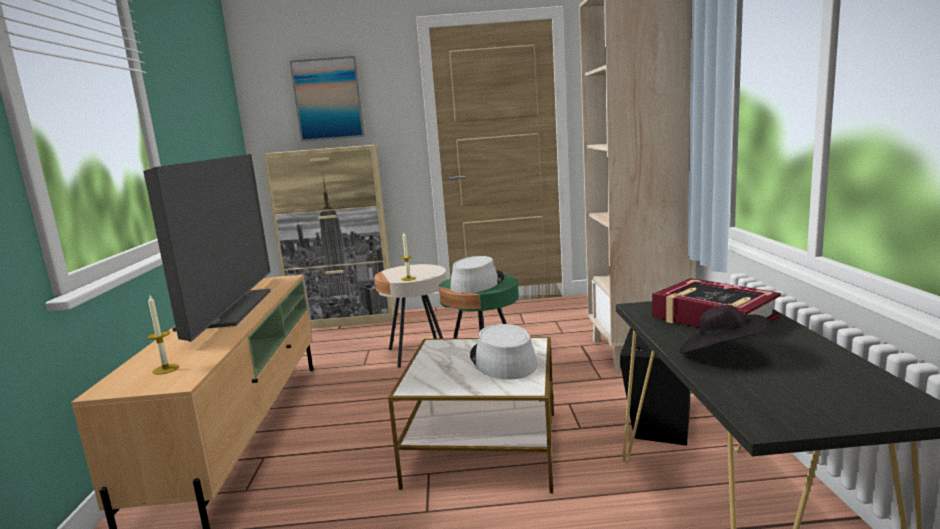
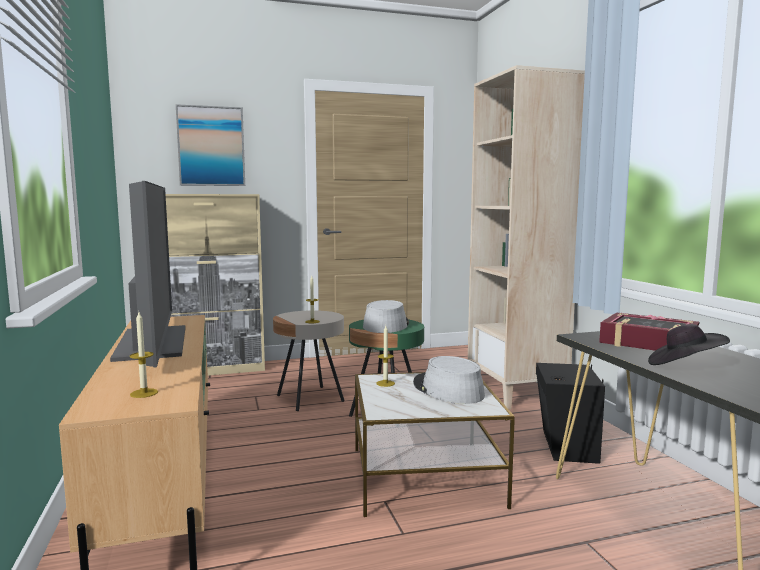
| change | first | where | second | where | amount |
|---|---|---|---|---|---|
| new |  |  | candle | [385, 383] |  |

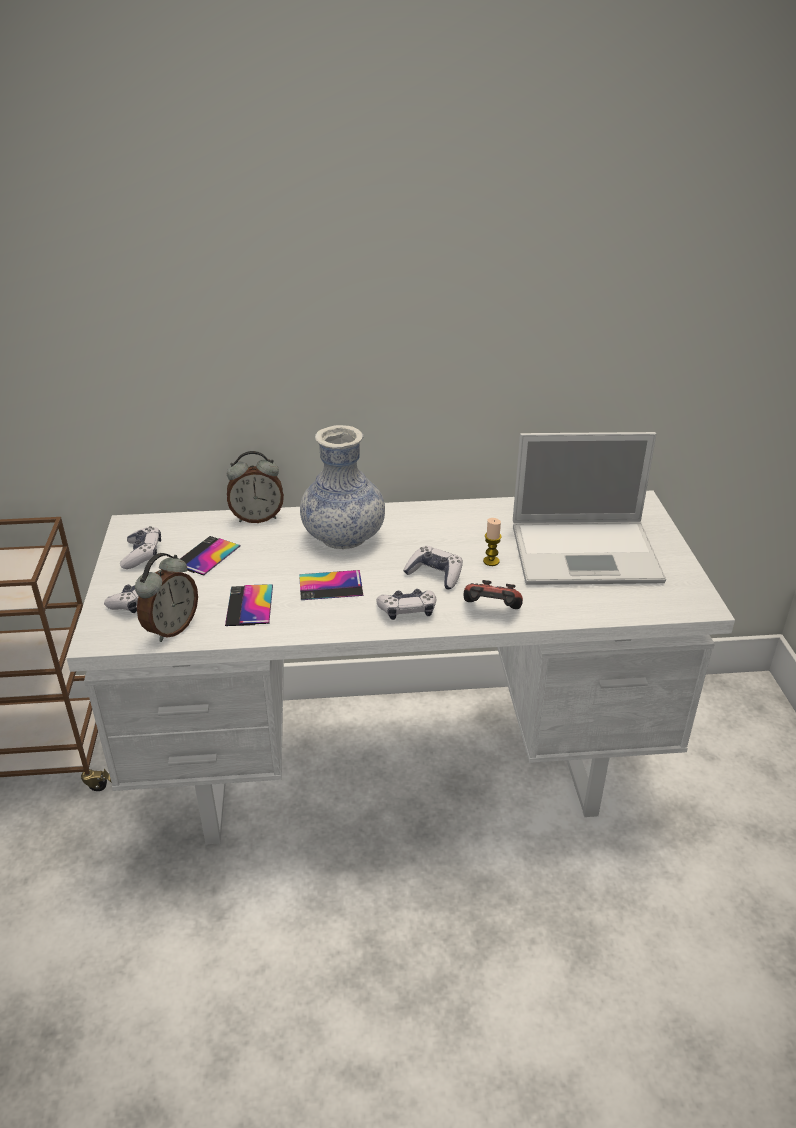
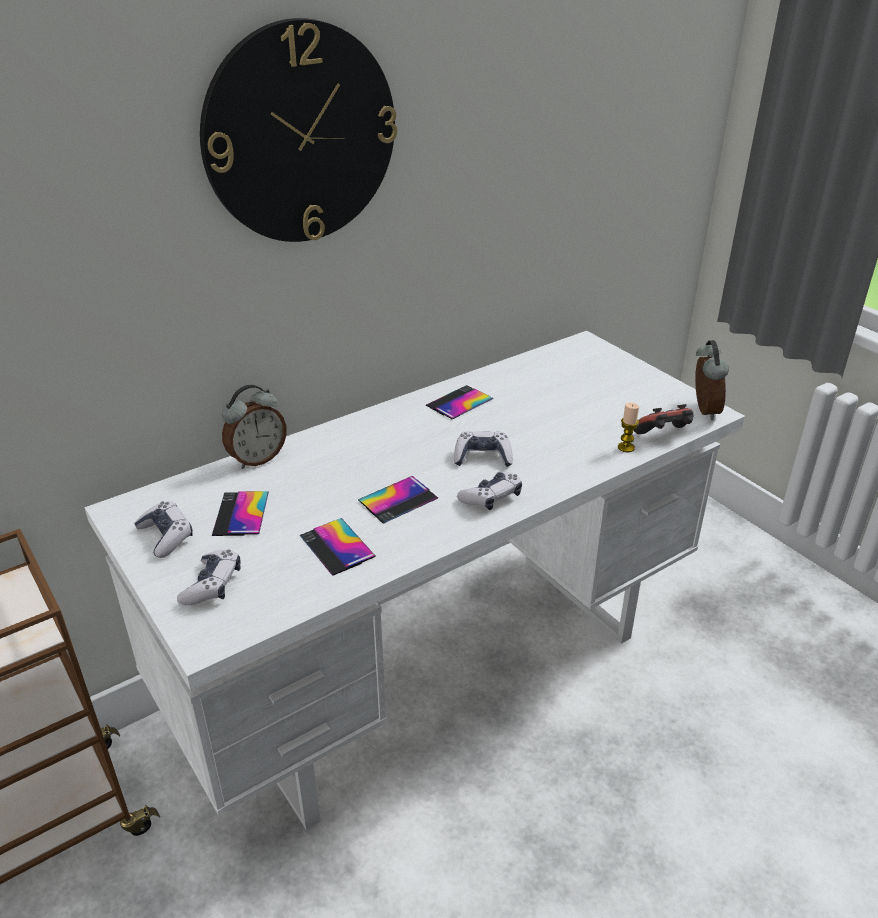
| change | first | where | second | where | amount |
|---|---|---|---|---|---|
| gone | vase | [343, 537] |  |  |  |
| gone | notebook computer | [588, 552] |  |  |  |
| new |  |  | clock on the wall | [300, 135] |  |
| new |  |  | phone | [459, 402] |  |
| shifted | table clock | [171, 628] |  | [702, 410] |  |
| shifted | joypad | [491, 611] |  | [663, 436] |  |
| shifted | candle | [491, 561] |  | [626, 447] |  |

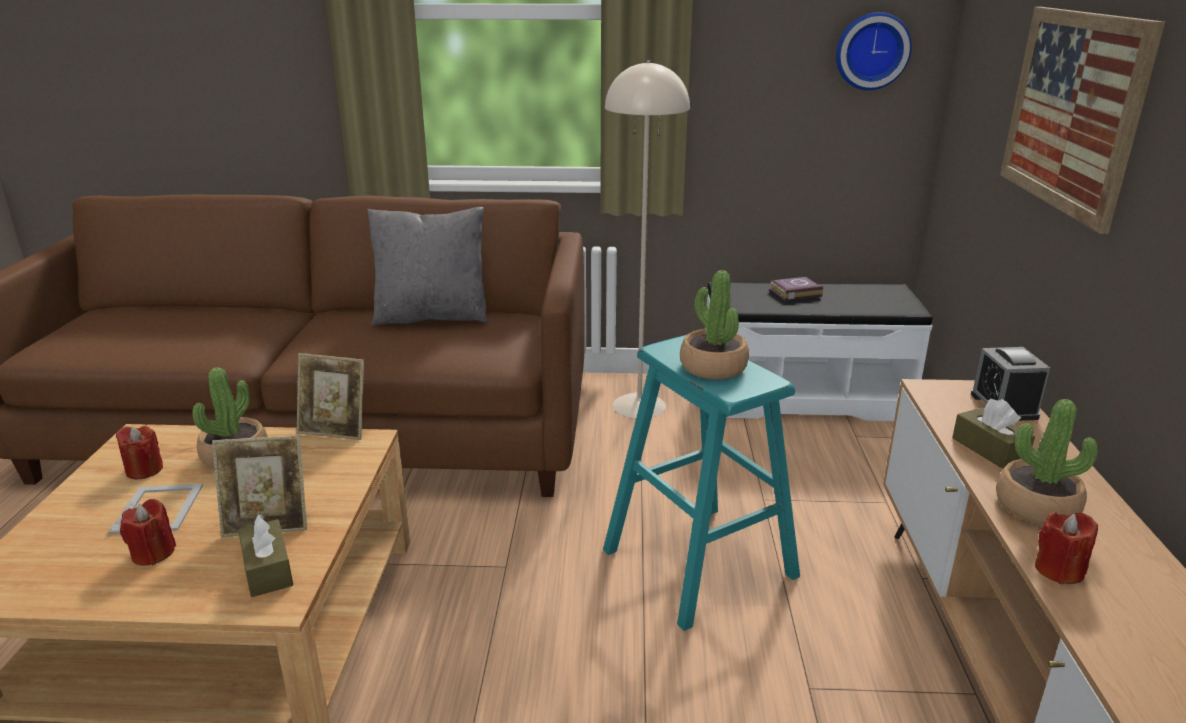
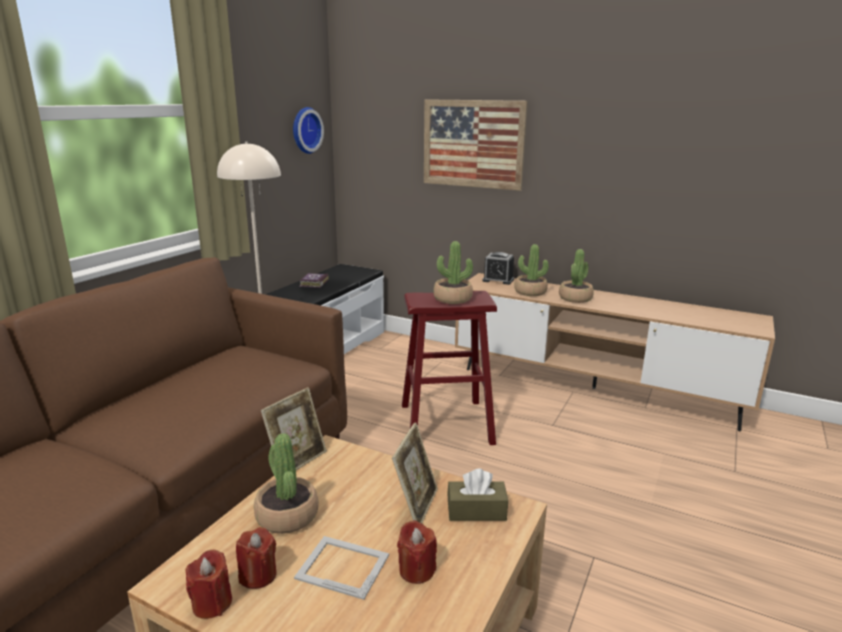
| change | first | where | second | where | amount |
|---|---|---|---|---|---|
| gone | greyish cushion | [432, 316] |  |  |  |
| shifted | reddish candle | [1059, 570] |  | [212, 603] |  |
| swapped | brownish tissue box | [989, 449] | plant in a pot | [530, 292] |  |
| repainted | turquoise-coloured stool | [699, 563] | reddish stool | [446, 423] |  |

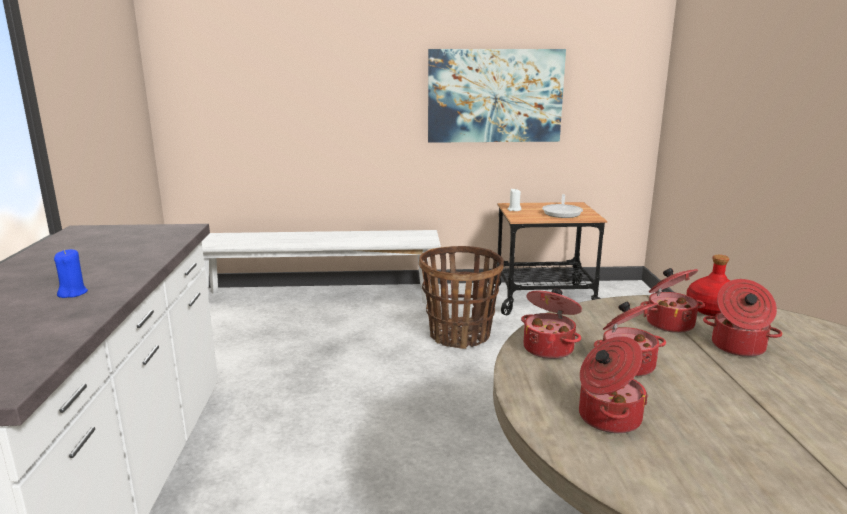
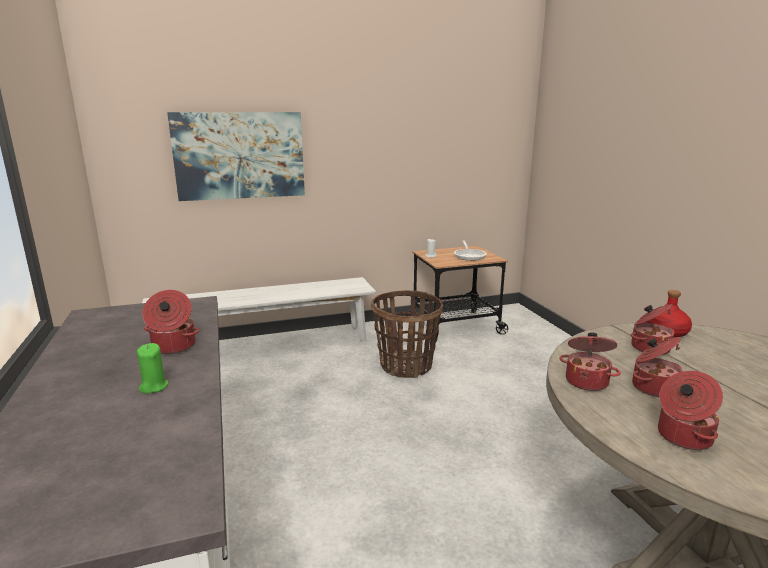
| change | first | where | second | where | amount |
|---|---|---|---|---|---|
| shifted | wall art | [495, 96] |  | [239, 155] |  |
| shifted | saucepot | [737, 347] |  | [173, 346] |  |
| repainted | blue-coloured candle | [73, 293] | greenish candle | [153, 387] |  |

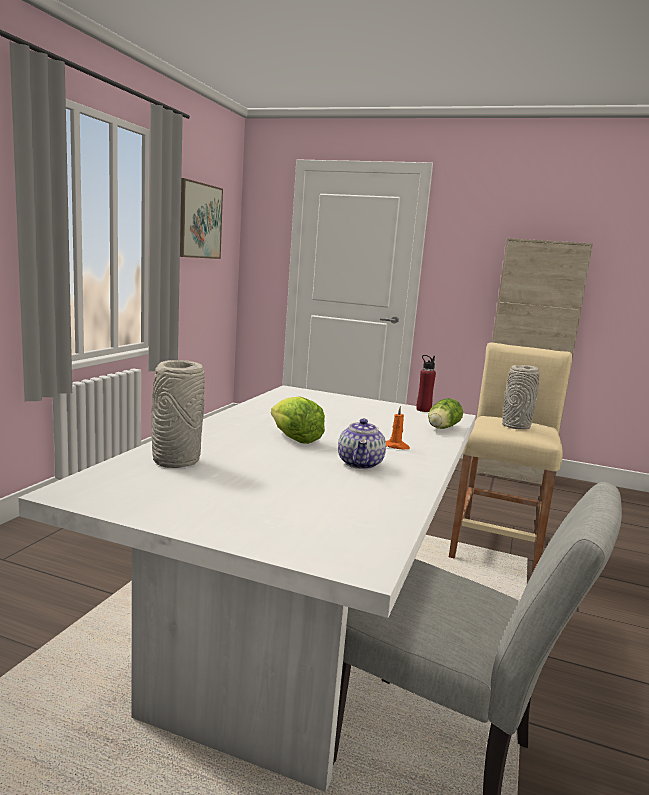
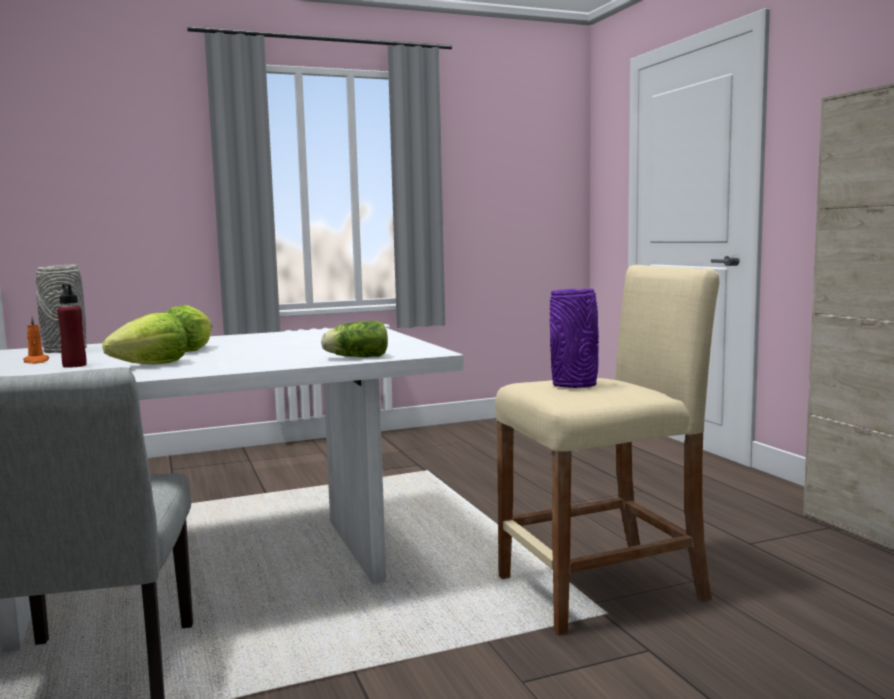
| change | first | where | second | where | amount |
|---|---|---|---|---|---|
| gone | wall art | [199, 221] |  |  |  |
| shifted | orange-coloured candle | [397, 446] |  | [36, 361] |  |
| shifted | reddish bottle | [423, 410] |  | [74, 365] |  |
| swapped | pot for tea | [361, 464] | head of lettuce | [152, 365] |  |
| repainted | greyish vase | [516, 426] | purple-coloured vase | [575, 385] |  |

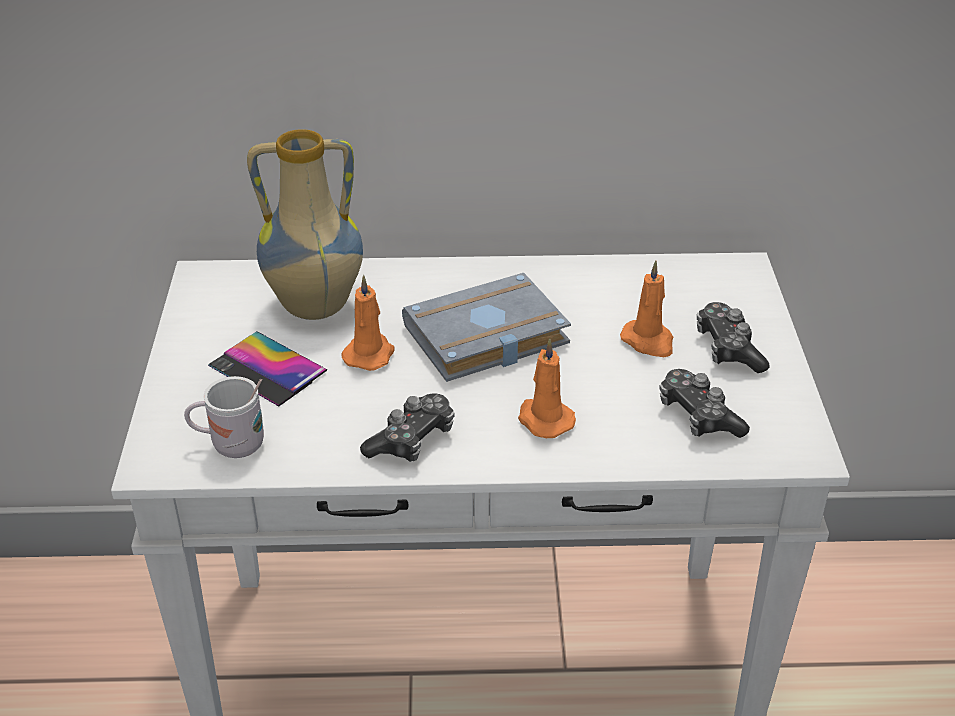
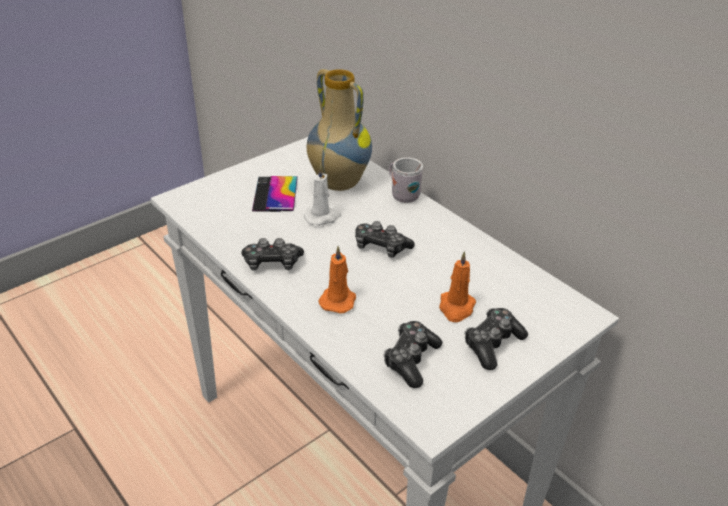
| change | first | where | second | where | amount |
|---|---|---|---|---|---|
| shifted | white tea mug | [230, 445] |  | [402, 195] |  |
| swapped | greyish volume | [485, 339] | joypad | [381, 247] |  |
| repainted | orange-coloured candle | [370, 354] | white candle | [322, 217] |  |

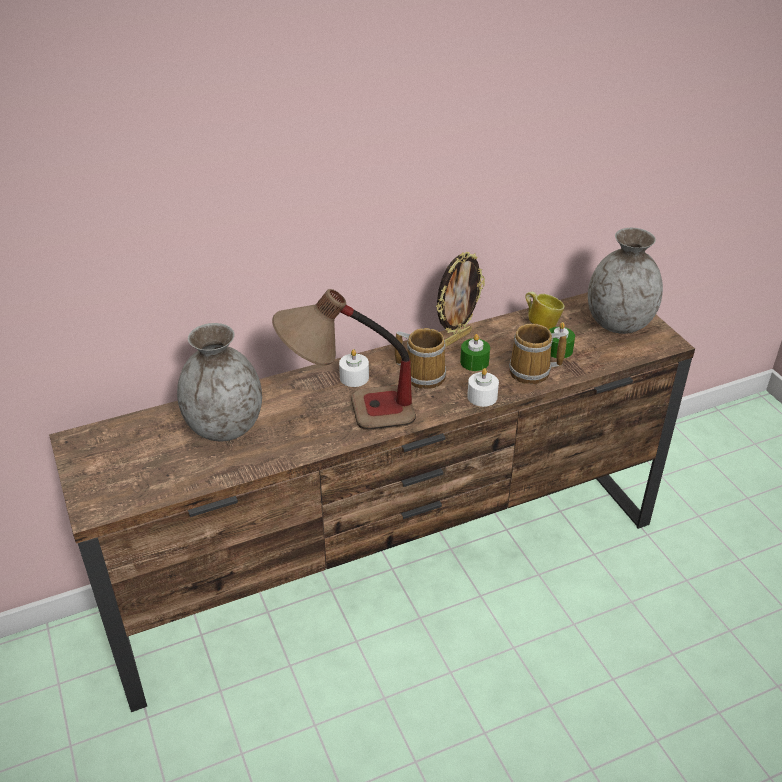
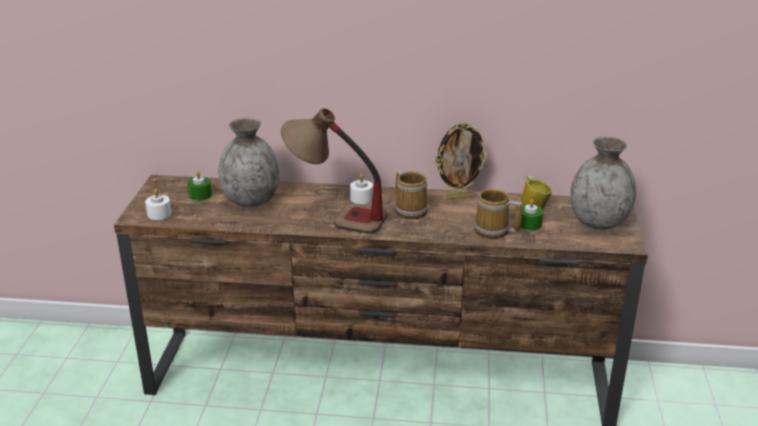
| change | first | where | second | where | amount |
|---|---|---|---|---|---|
| shifted | greenish candle | [474, 362] |  | [200, 195] |  |
| shifted | white candle | [482, 396] |  | [159, 214] |  |

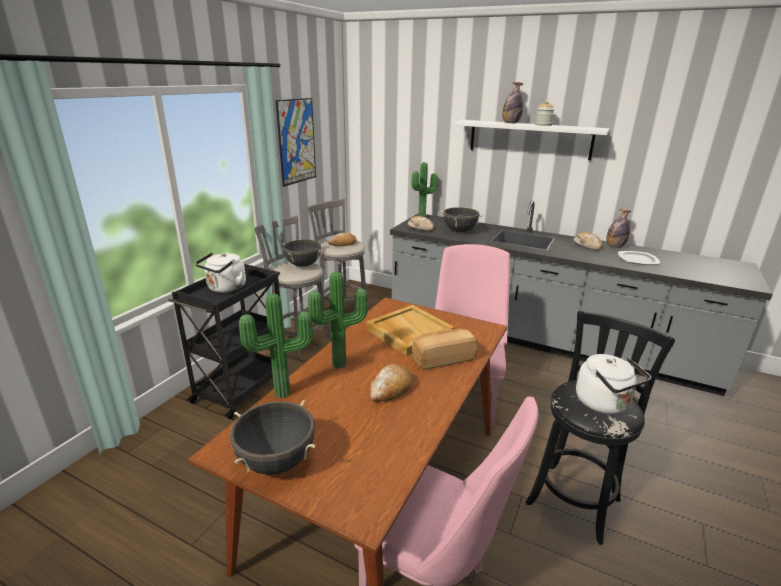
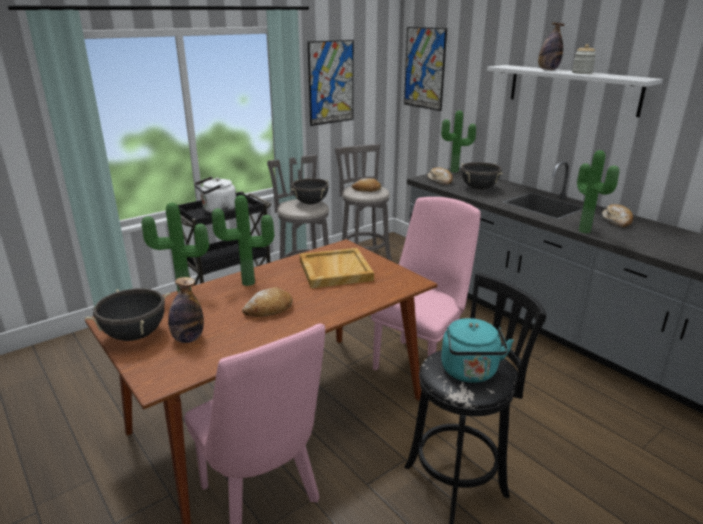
| change | first | where | second | where | amount |
|---|---|---|---|---|---|
| gone | bakery bread | [443, 359] |  |  |  |
| gone | flat dish | [638, 259] |  |  |  |
| new |  |  | wall art | [424, 68] |  |
| new |  |  | plant in a pot | [586, 231] |  |
| shifted | bottle | [614, 246] |  | [188, 339] |  |
| repainted | white kettle | [605, 404] | turquoise-coloured kettle | [470, 373] |  |

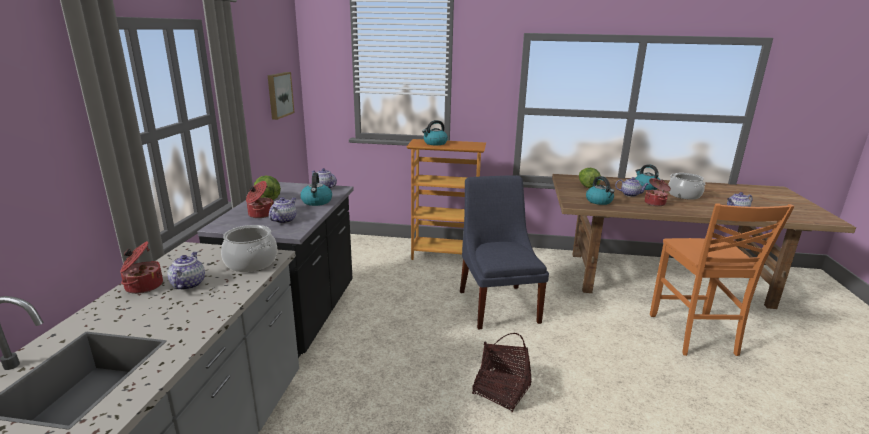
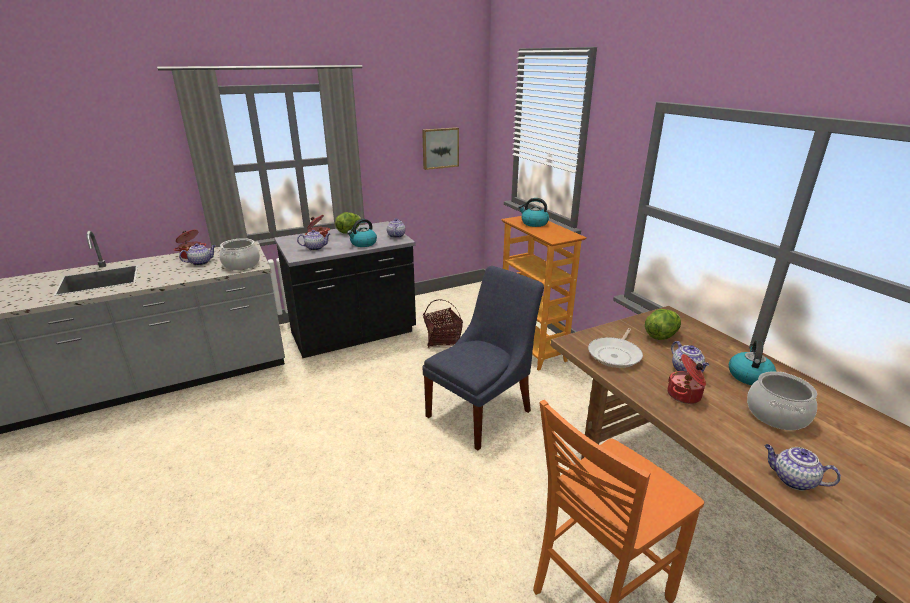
| change | first | where | second | where | amount |
|---|---|---|---|---|---|
| shifted | basket | [501, 390] |  | [442, 340] |  |
| swapped | kettle | [599, 201] | skillet | [615, 355] |  |

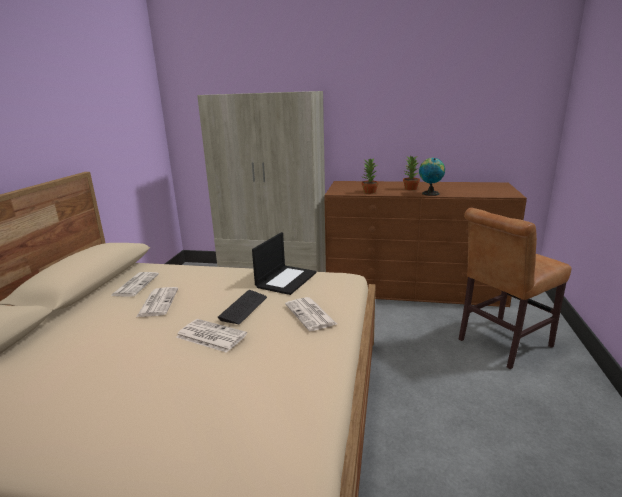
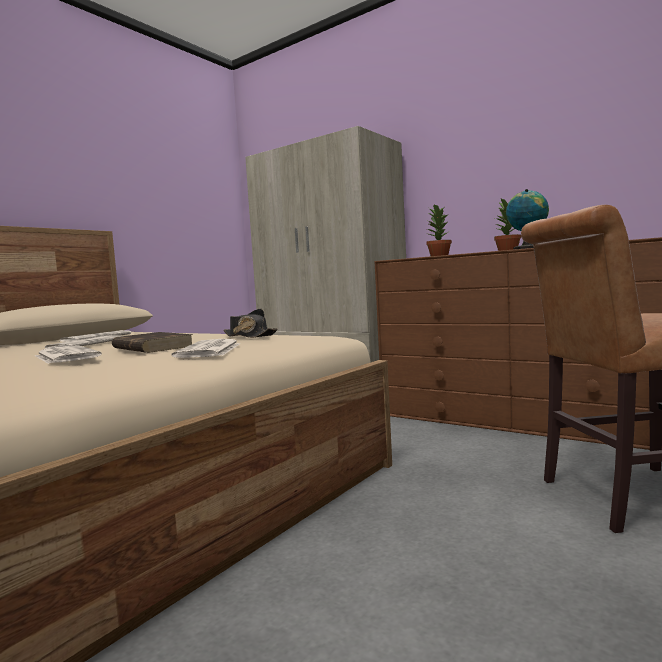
| change | first | where | second | where | amount |
|---|---|---|---|---|---|
| swapped | computer keyboard | [243, 308] | brownish volume | [152, 347] |  |
| swapped | notebook computer | [286, 279] | black-coloured clothing hat | [249, 336] |  |

